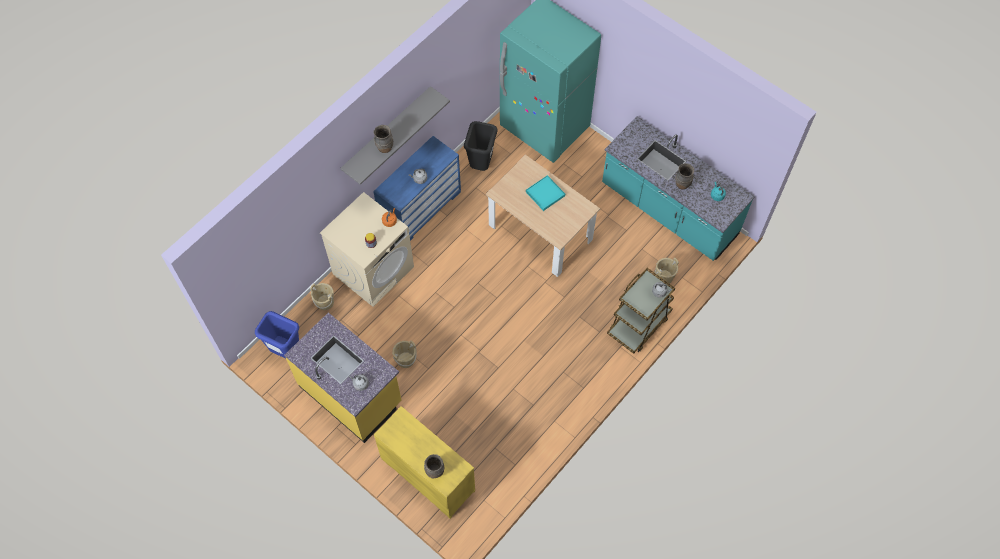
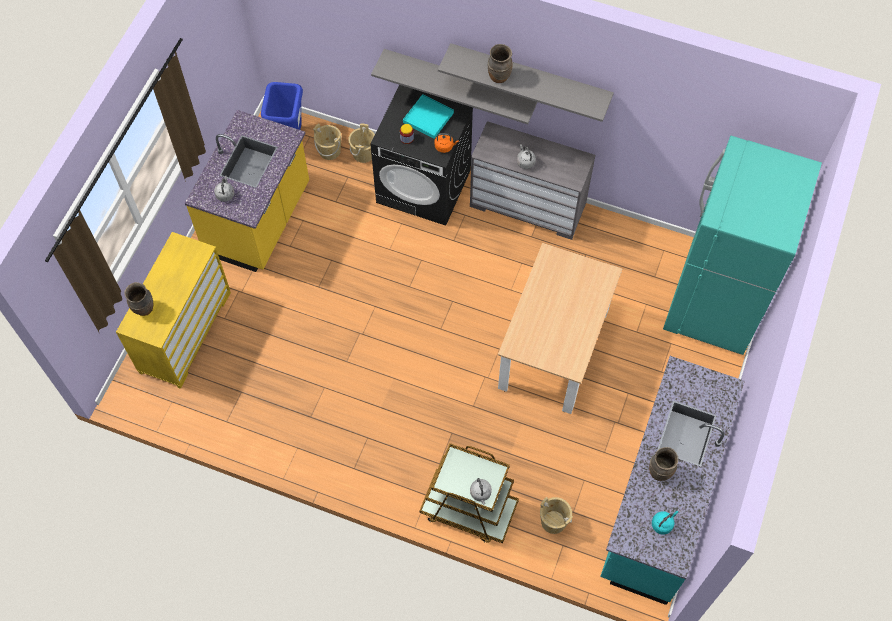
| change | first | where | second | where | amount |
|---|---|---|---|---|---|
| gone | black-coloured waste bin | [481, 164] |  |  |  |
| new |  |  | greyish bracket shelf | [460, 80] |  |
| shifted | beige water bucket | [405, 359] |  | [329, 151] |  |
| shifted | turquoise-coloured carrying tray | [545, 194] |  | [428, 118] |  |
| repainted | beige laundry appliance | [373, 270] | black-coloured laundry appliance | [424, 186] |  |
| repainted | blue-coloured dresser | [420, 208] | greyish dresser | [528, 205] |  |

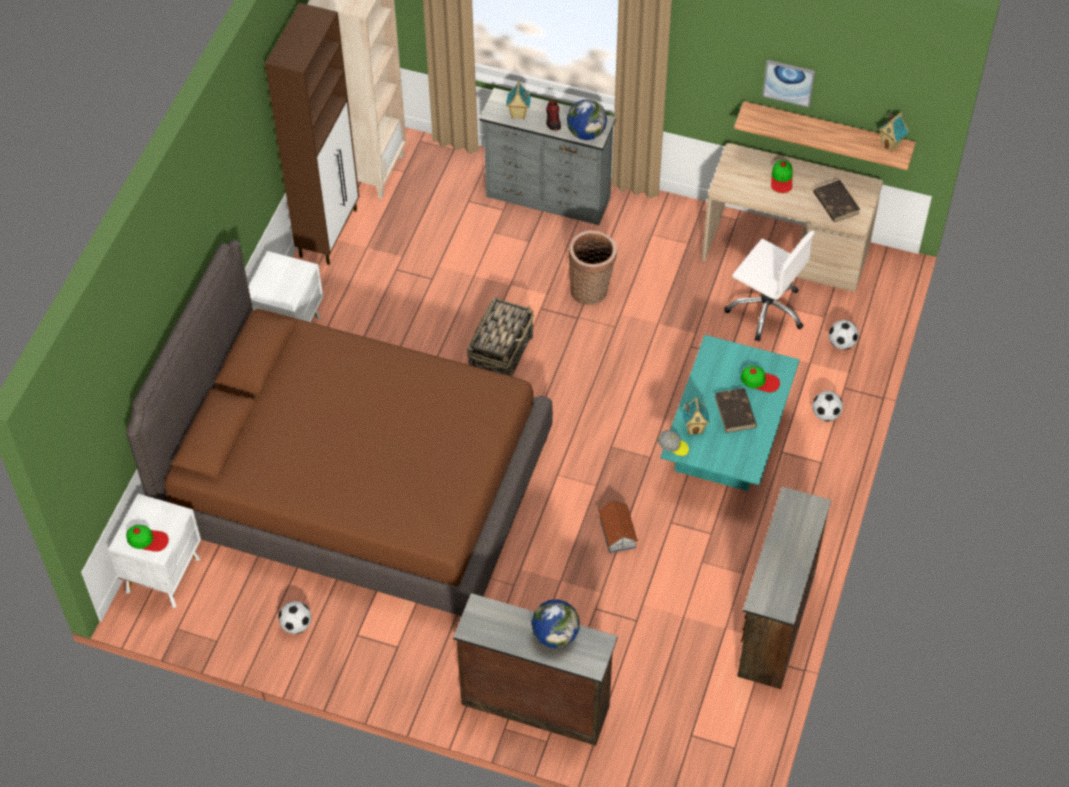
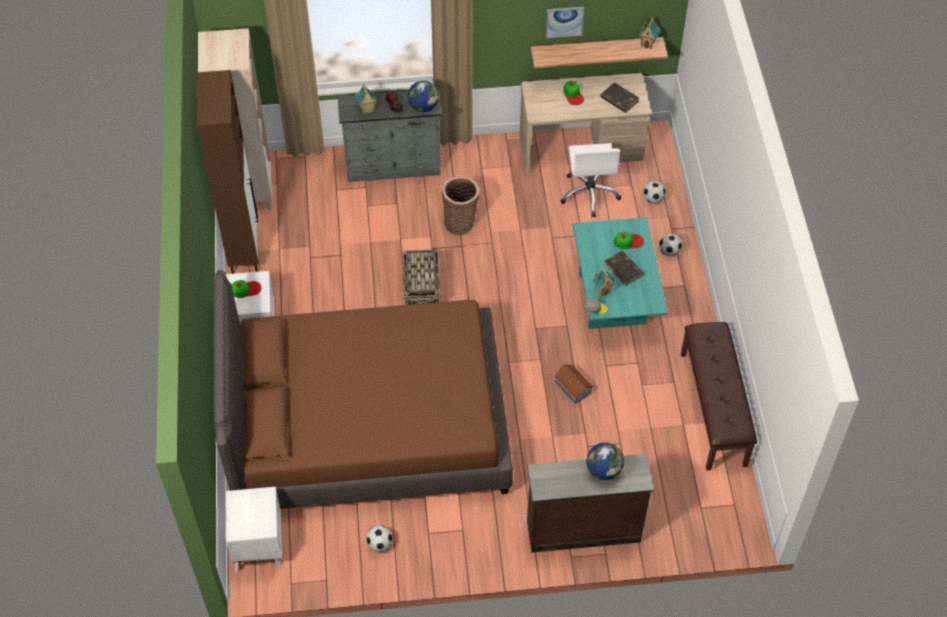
| change | first | where | second | where | amount |
|---|---|---|---|---|---|
| shifted | baseball cap | [147, 539] |  | [245, 289] |  |
| swapped | brownish dresser | [774, 624] | brownish indoor bench | [714, 409] |  |
| rotated | white office chair | [766, 310] |  | [589, 193] | 75 degrees clockwise |

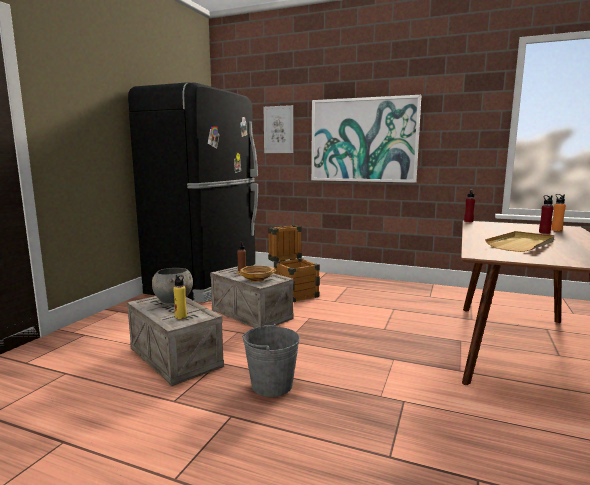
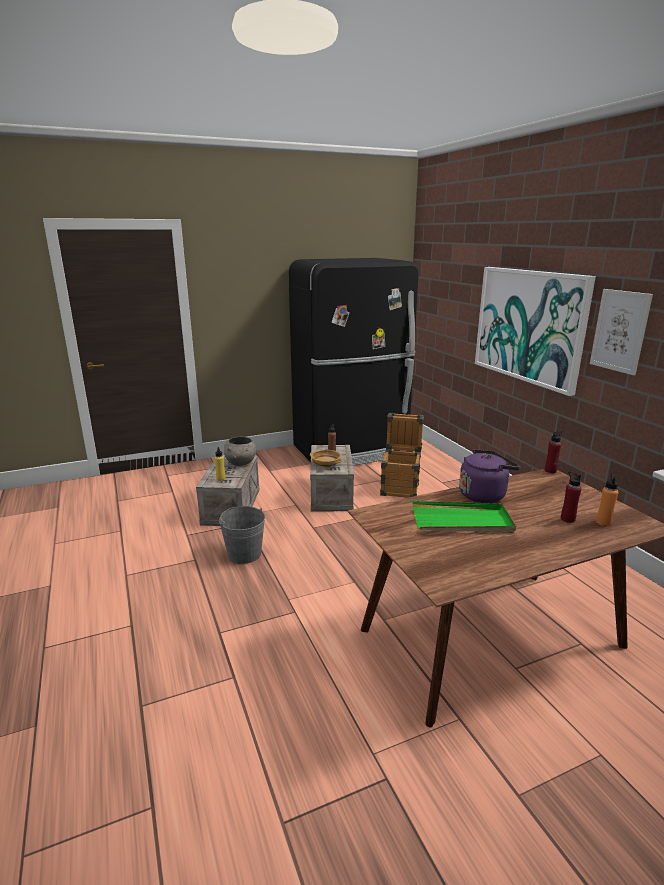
| change | first | where | second | where | amount |
|---|---|---|---|---|---|
| new |  |  | purple-coloured kettle | [484, 494] |  |
| shifted | wall art | [278, 129] |  | [619, 331] |  |
| repainted | beige carrying tray | [521, 244] | greenish carrying tray | [462, 521] |  |

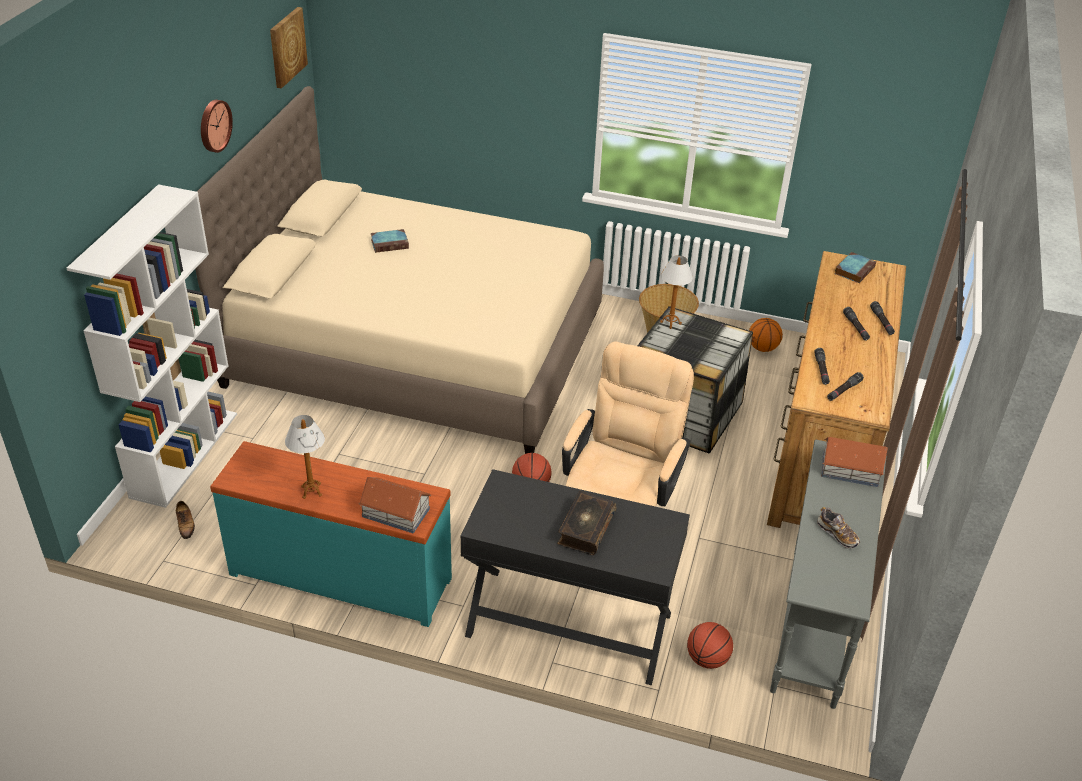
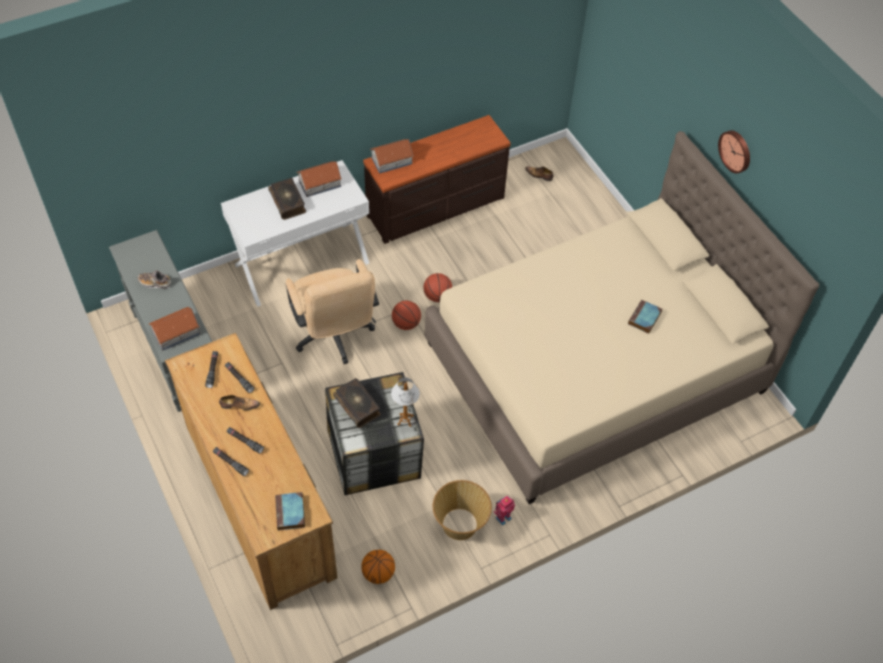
| change | first | where | second | where | amount |
|---|---|---|---|---|---|
| gone | white bookcase | [184, 454] |  |  |  |
| gone | wall art | [287, 47] |  |  |  |
| gone | lamp for a table | [311, 491] |  |  |  |
| new |  |  | shoe | [239, 405] |  |
| new |  |  | miniature house | [320, 183] |  |
| new |  |  | volume | [358, 406] |  |
| new |  |  | robot figure | [502, 517] |  |
| shifted | basketball ball | [707, 659] |  | [437, 296] |  |
| repainted | turquoise-coloured dresser | [341, 574] | brownish dresser | [436, 207] |  |
| repainted | black-coloured desk table | [568, 625] | white desk table | [302, 263] |  |

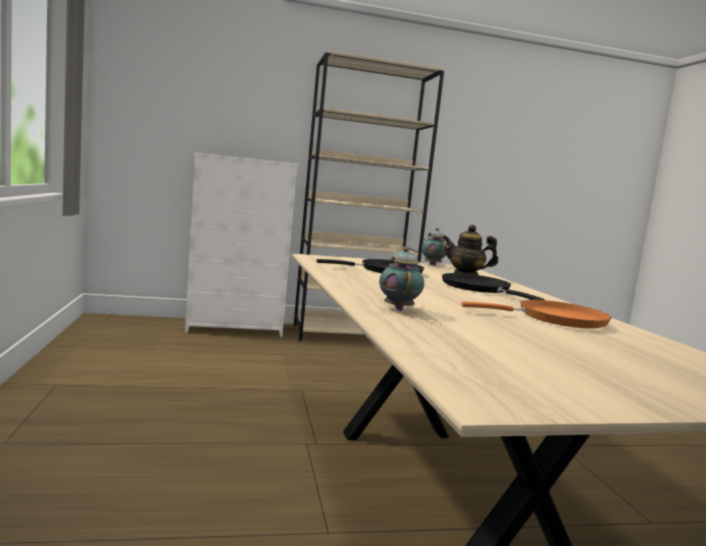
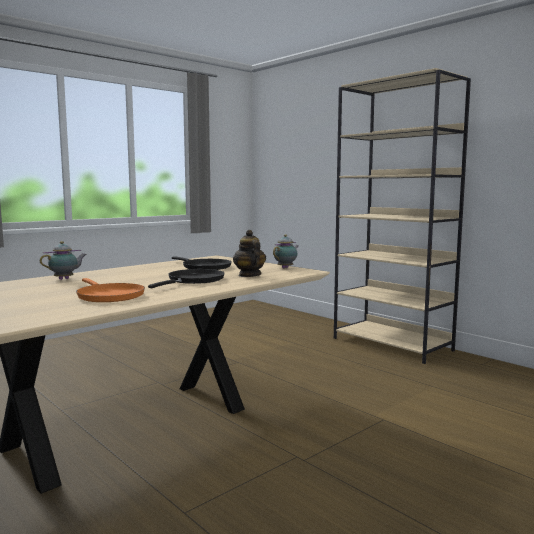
| change | first | where | second | where | amount |
|---|---|---|---|---|---|
| gone | white dresser | [235, 328] |  |  |  |

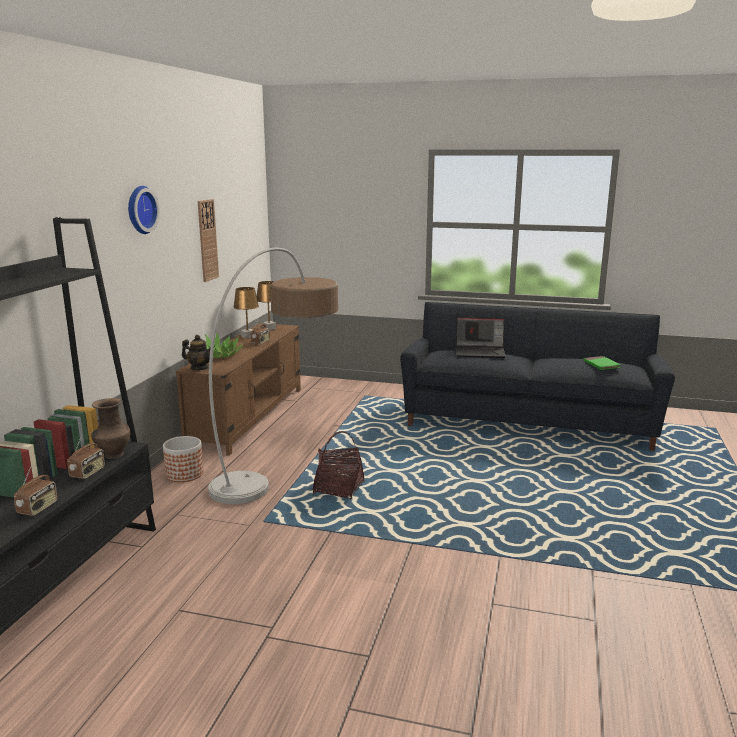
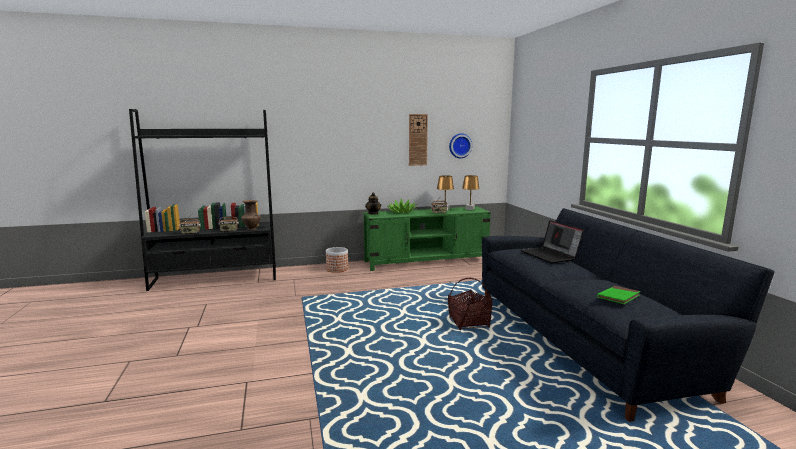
| change | first | where | second | where | amount |
|---|---|---|---|---|---|
| gone | standard lamp | [282, 458] |  |  |  |
| shifted | clock on the wall | [139, 210] |  | [459, 145] |  |
| shifted | basket | [339, 488] |  | [469, 323] |  |
| repainted | brownish tv stand | [248, 416] | greenish tv stand | [426, 261] |  |

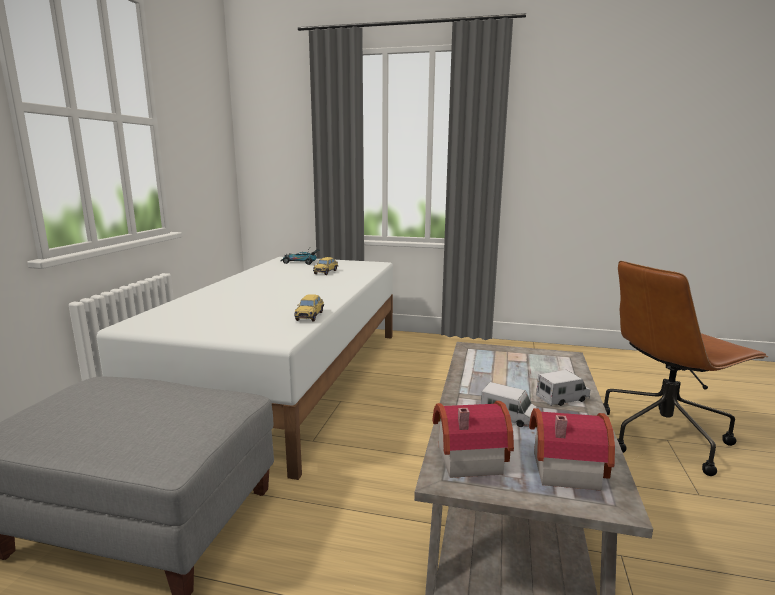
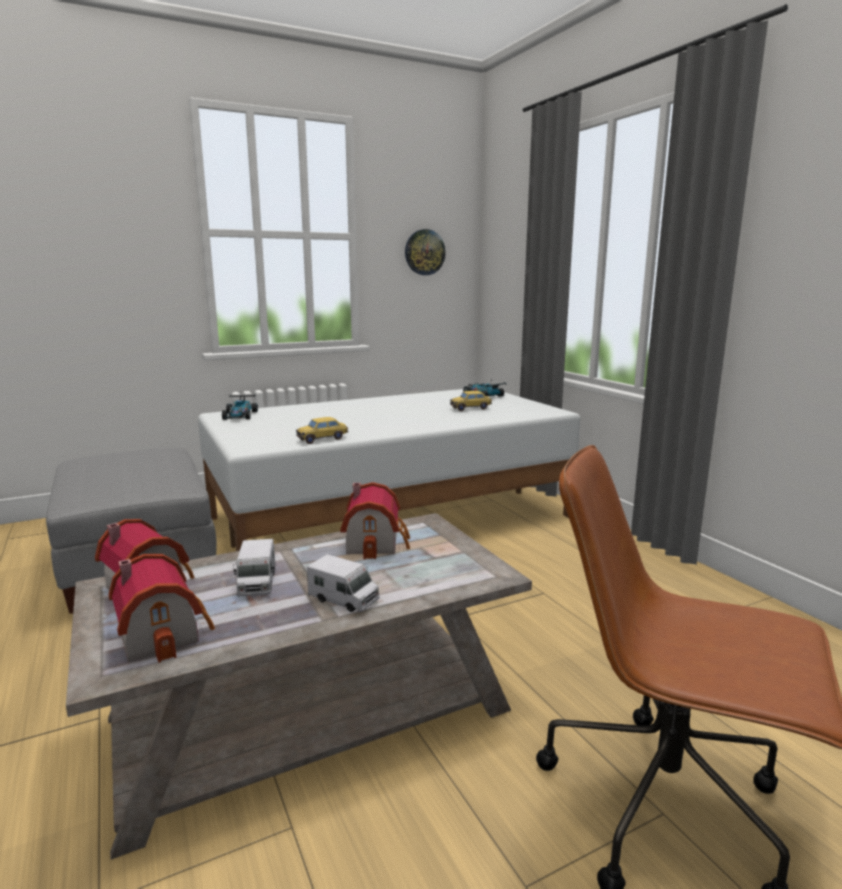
| change | first | where | second | where | amount |
|---|---|---|---|---|---|
| new |  |  | toy car | [240, 415] |  |
| new |  |  | miniature house | [376, 542] |  |
| new |  |  | clock on the wall | [424, 252] |  |

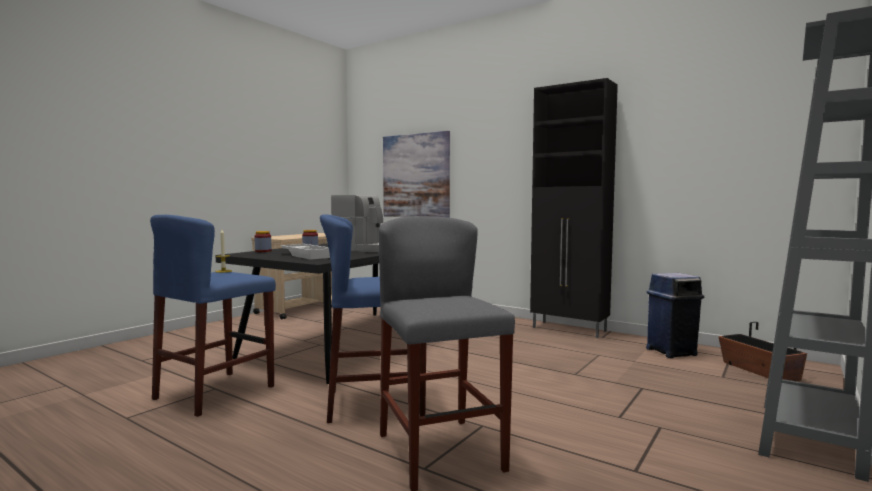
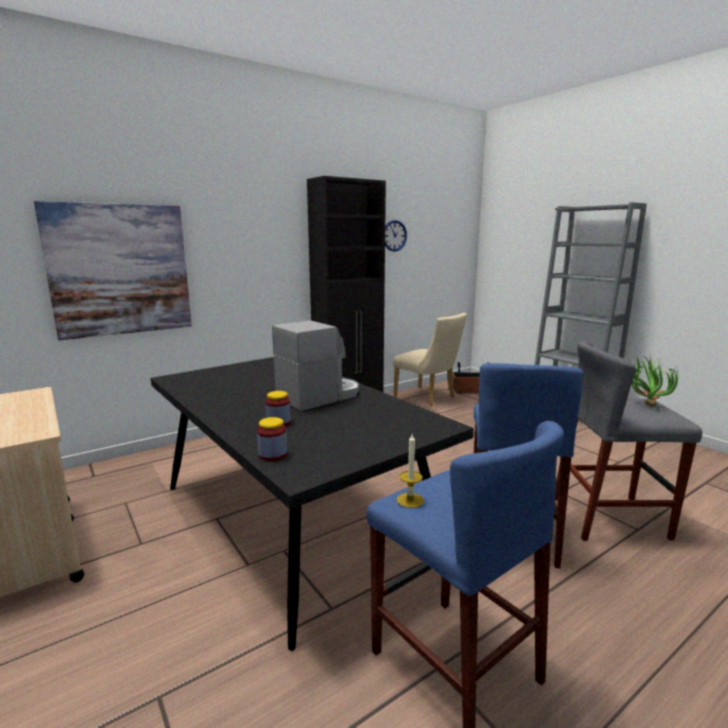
| change | first | where | second | where | amount |
|---|---|---|---|---|---|
| gone | white carrying tray | [308, 255] |  |  |  |
| new |  |  | clock on the wall | [394, 235] |  |
| new |  |  | plant in a pot | [643, 404] |  |
| swapped | blue-coloured waste bin | [672, 352] | beige plain chair | [428, 398] |  |

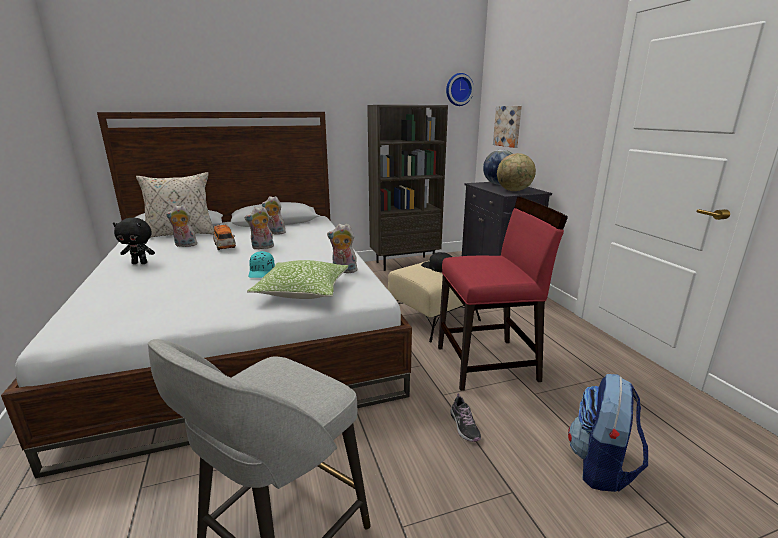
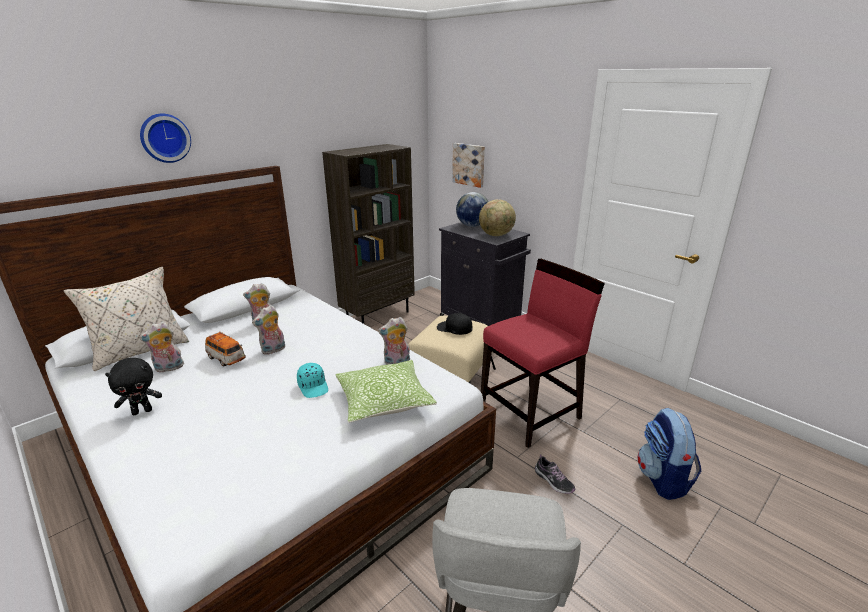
| change | first | where | second | where | amount |
|---|---|---|---|---|---|
| shifted | clock on the wall | [458, 89] |  | [164, 138] |  |

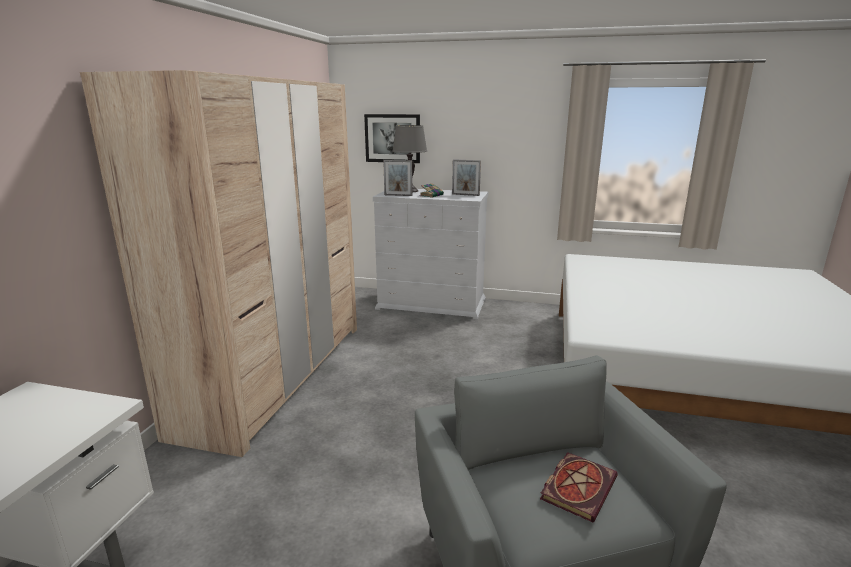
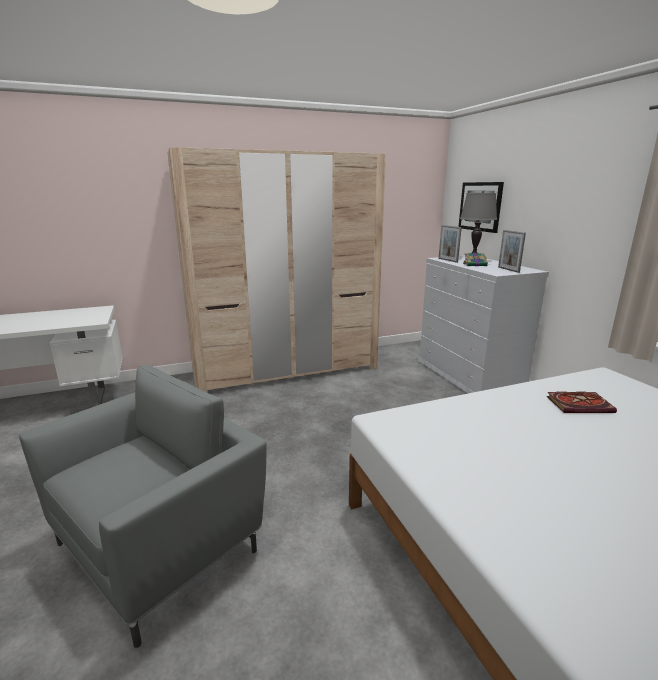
| change | first | where | second | where | amount |
|---|---|---|---|---|---|
| shifted | volume | [578, 486] |  | [580, 404] |  |

